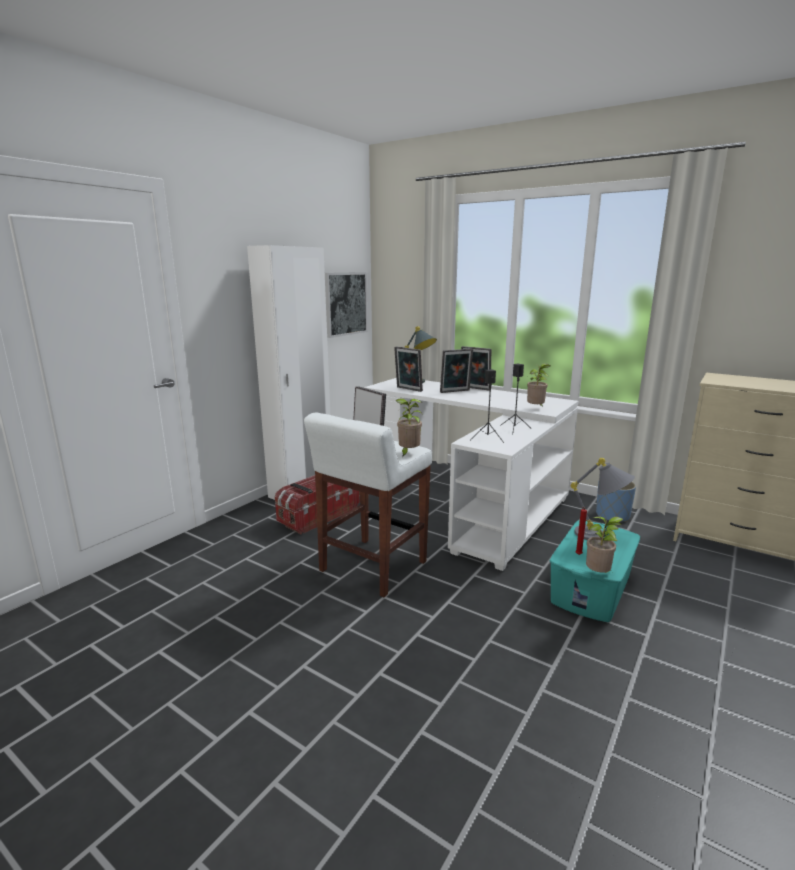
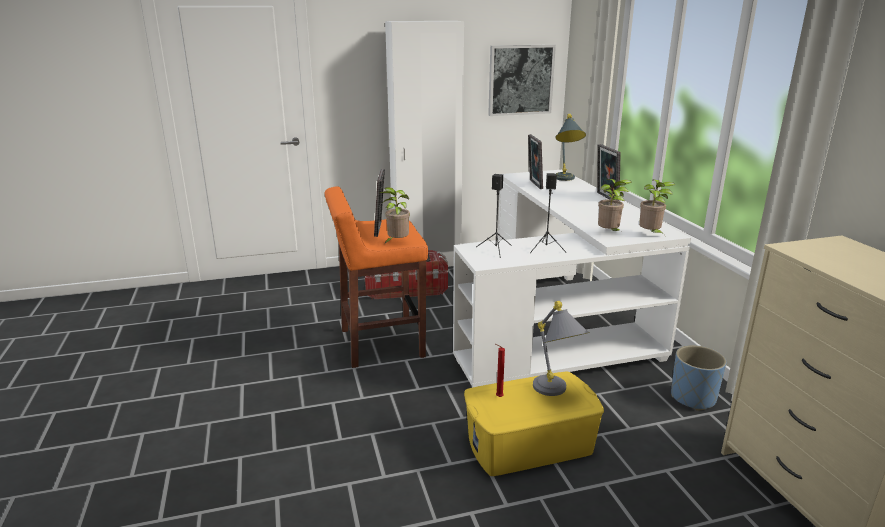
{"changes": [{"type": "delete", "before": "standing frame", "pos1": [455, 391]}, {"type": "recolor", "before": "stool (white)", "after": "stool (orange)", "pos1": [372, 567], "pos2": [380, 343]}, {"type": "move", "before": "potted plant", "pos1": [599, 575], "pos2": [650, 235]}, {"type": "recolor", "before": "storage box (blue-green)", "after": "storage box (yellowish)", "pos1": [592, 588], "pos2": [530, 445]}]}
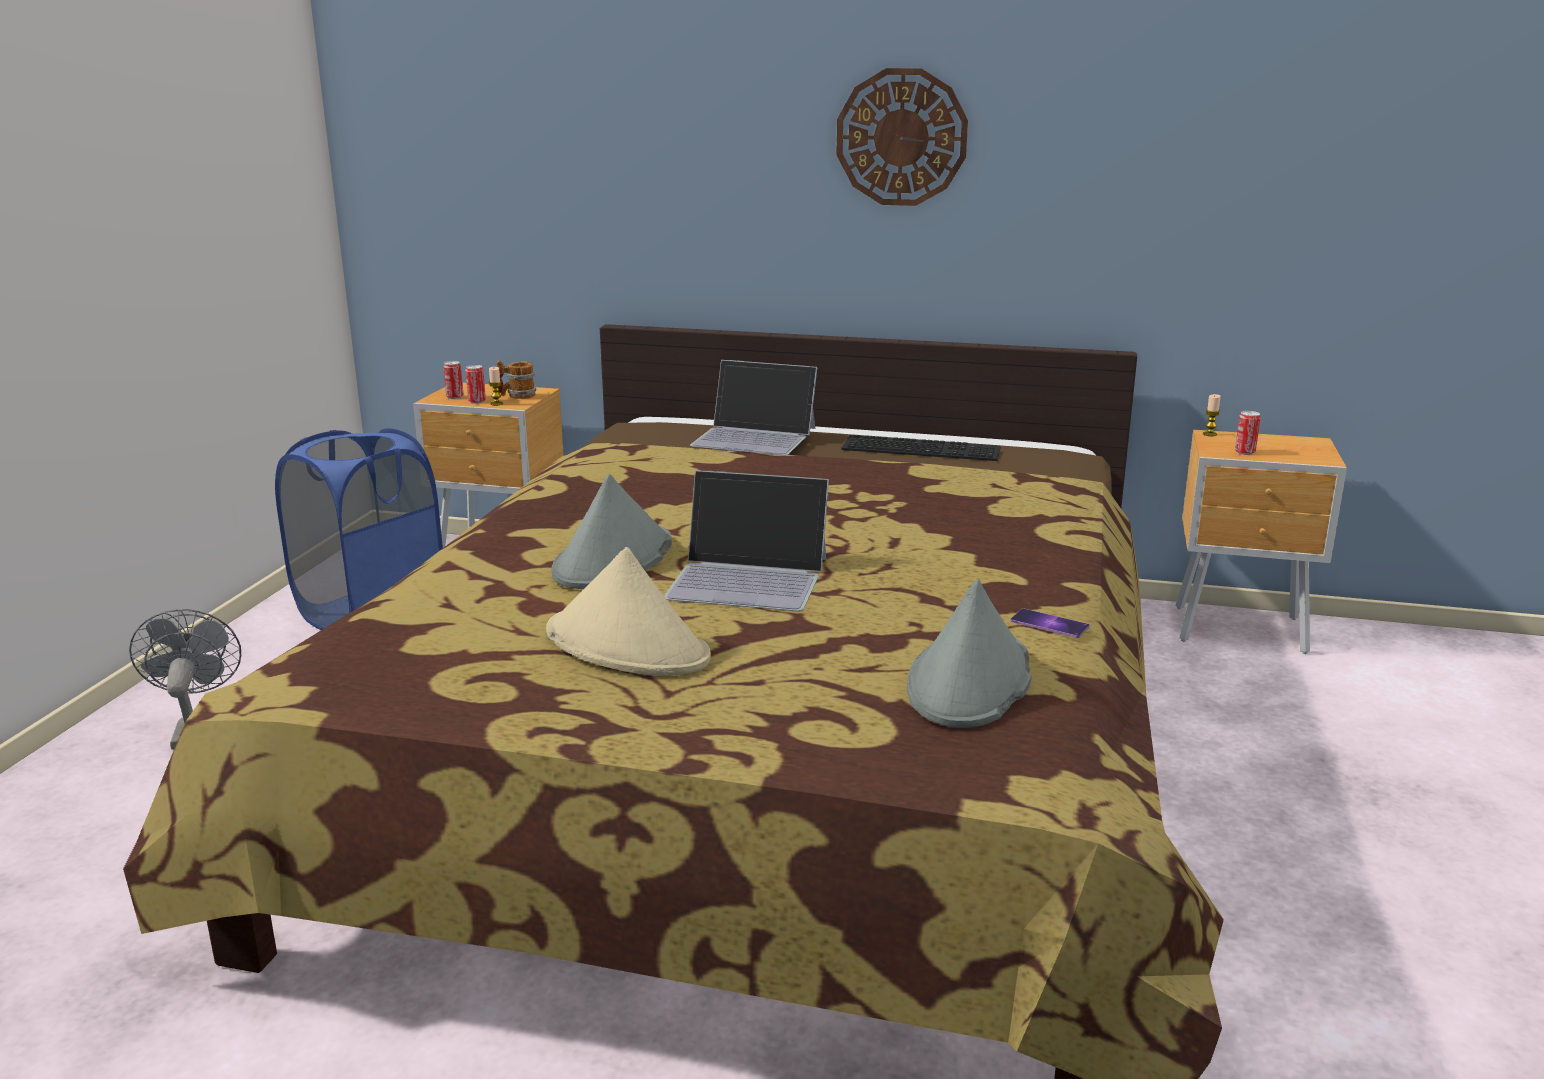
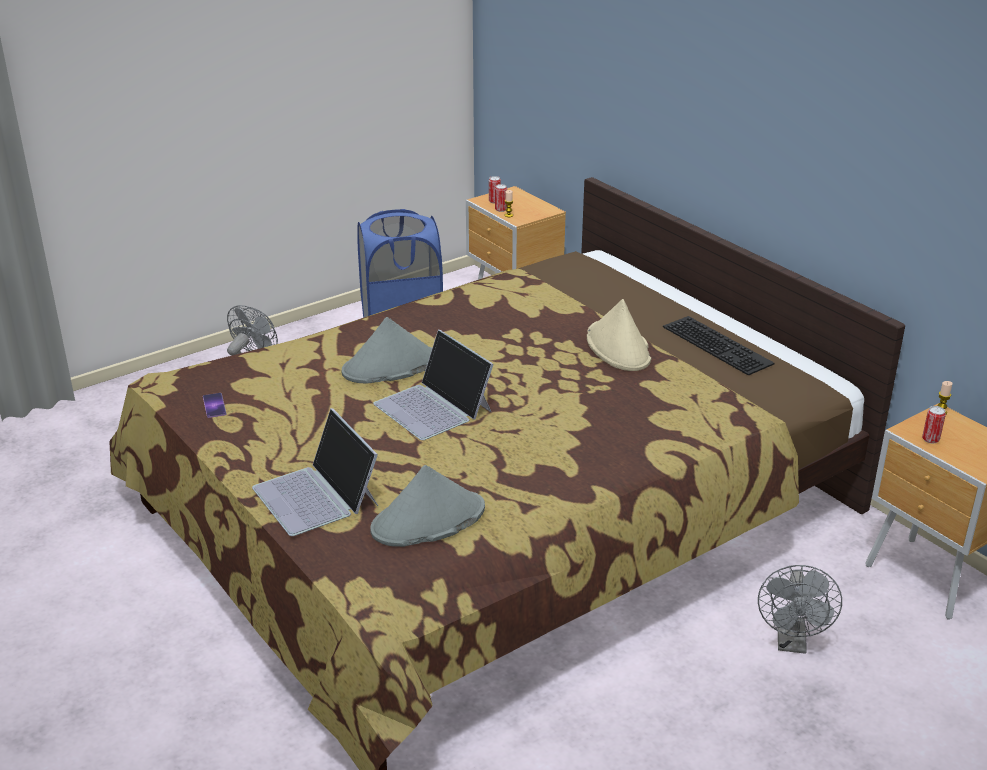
{"changes": [{"type": "delete", "before": "wall clock", "pos1": [901, 137]}, {"type": "delete", "before": "tea mug", "pos1": [516, 396]}, {"type": "move", "before": "portable computer", "pos1": [755, 437], "pos2": [317, 496]}, {"type": "move", "before": "wearable hat (sand-coloured)", "pos1": [628, 646], "pos2": [618, 347]}, {"type": "move", "before": "handset", "pos1": [1049, 624], "pos2": [214, 405]}, {"type": "insert", "after": "cooling fan (greyish)", "pos2": [792, 643]}]}
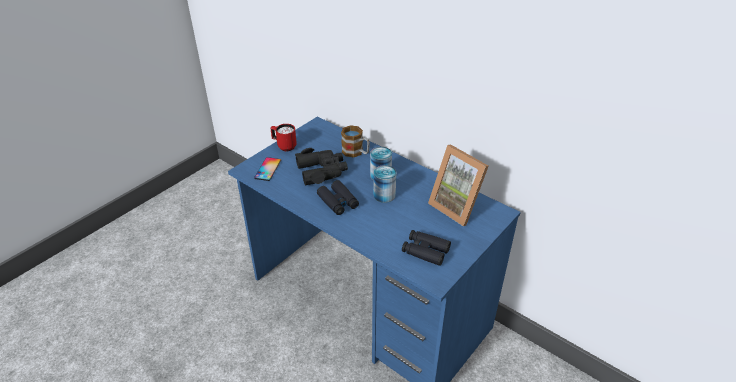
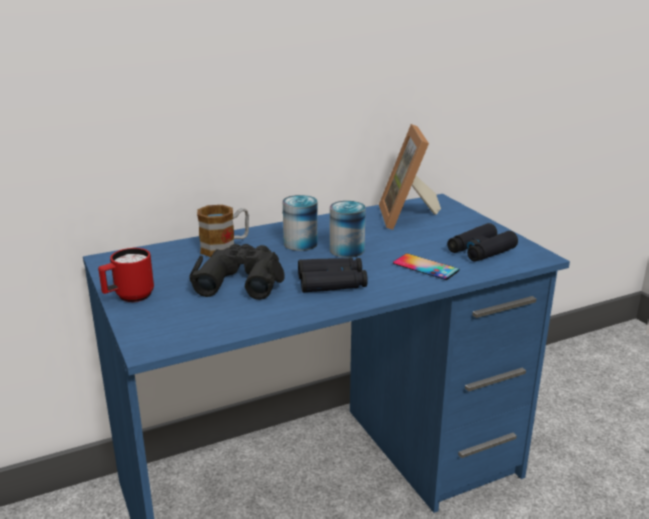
{"changes": [{"type": "rotate", "before": "standing frame", "pos1": [457, 206], "pos2": [408, 217], "turn": 105}, {"type": "move", "before": "handset", "pos1": [268, 169], "pos2": [425, 267]}]}
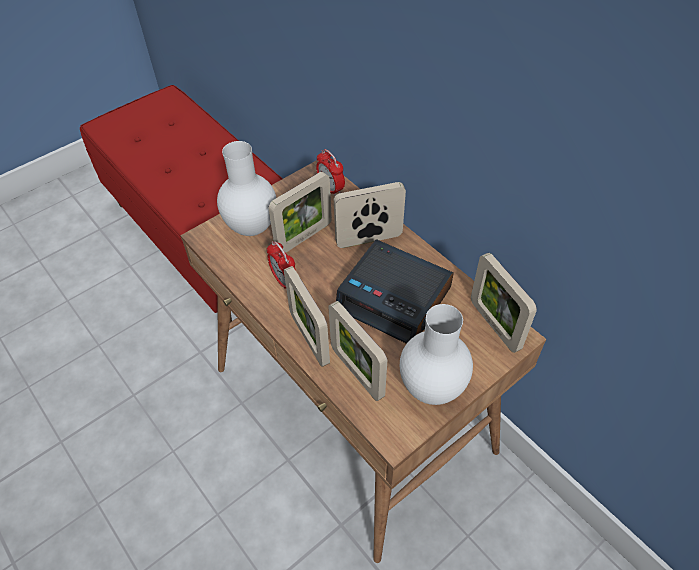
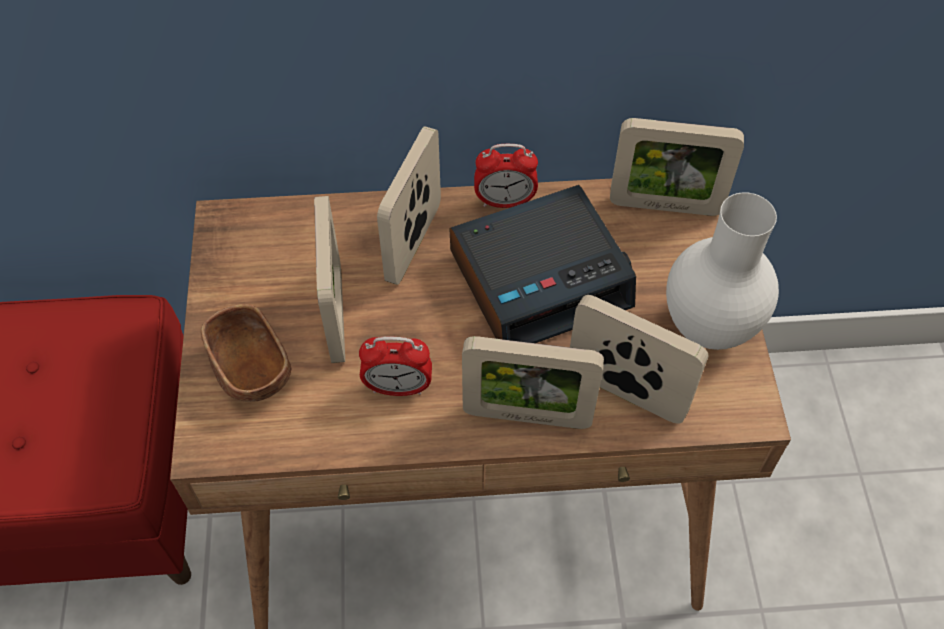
{"changes": [{"type": "replace", "before": "decorative vase (white)", "after": "bowl (brown-coloured)", "pos1": [251, 227], "pos2": [251, 370]}, {"type": "move", "before": "bedside clock", "pos1": [331, 189], "pos2": [505, 201]}, {"type": "rotate", "before": "standing frame", "pos1": [357, 372], "pos2": [625, 393], "turn": -150}]}
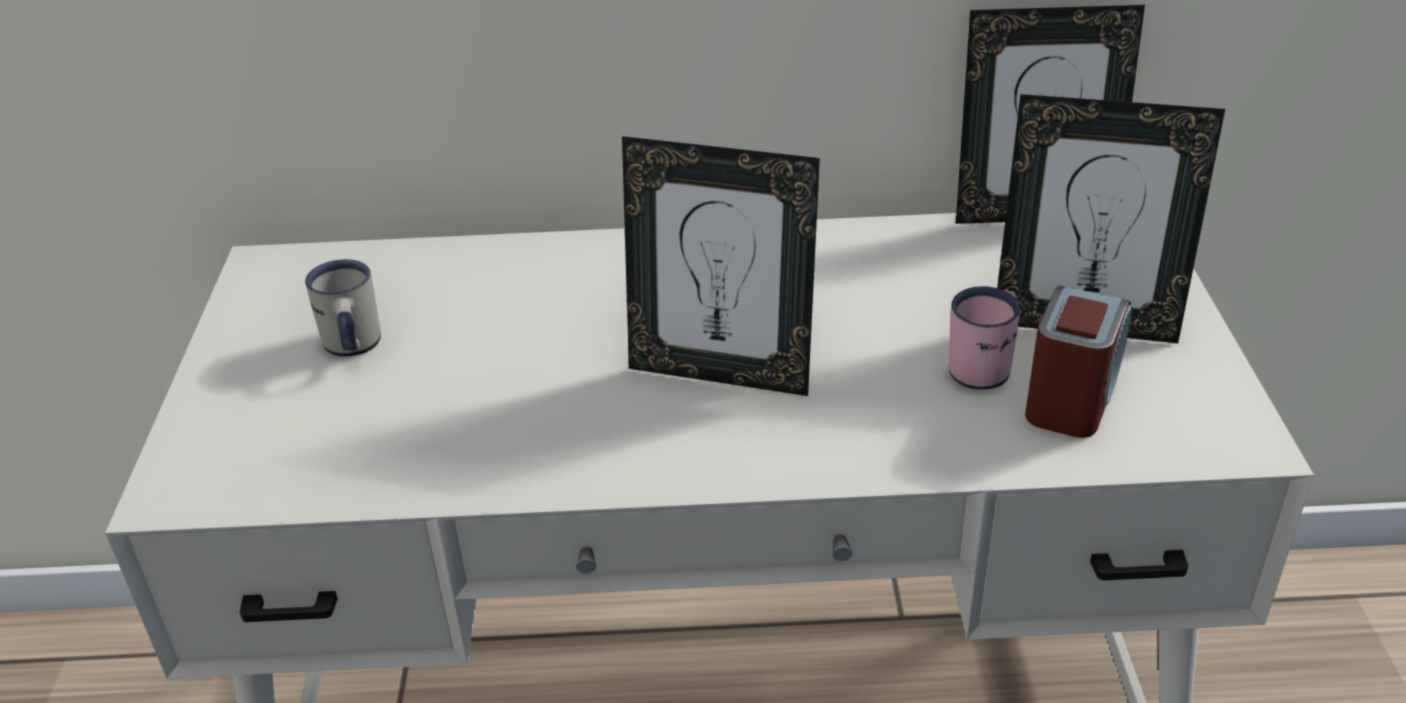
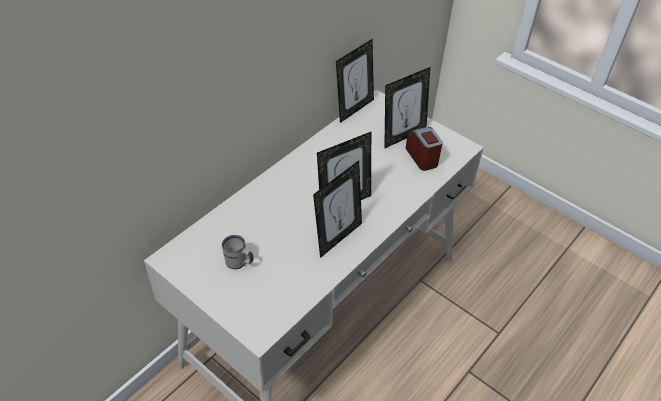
{"changes": [{"type": "delete", "before": "tea mug (pink)", "pos1": [986, 366]}, {"type": "insert", "after": "standing frame", "pos2": [337, 237]}]}
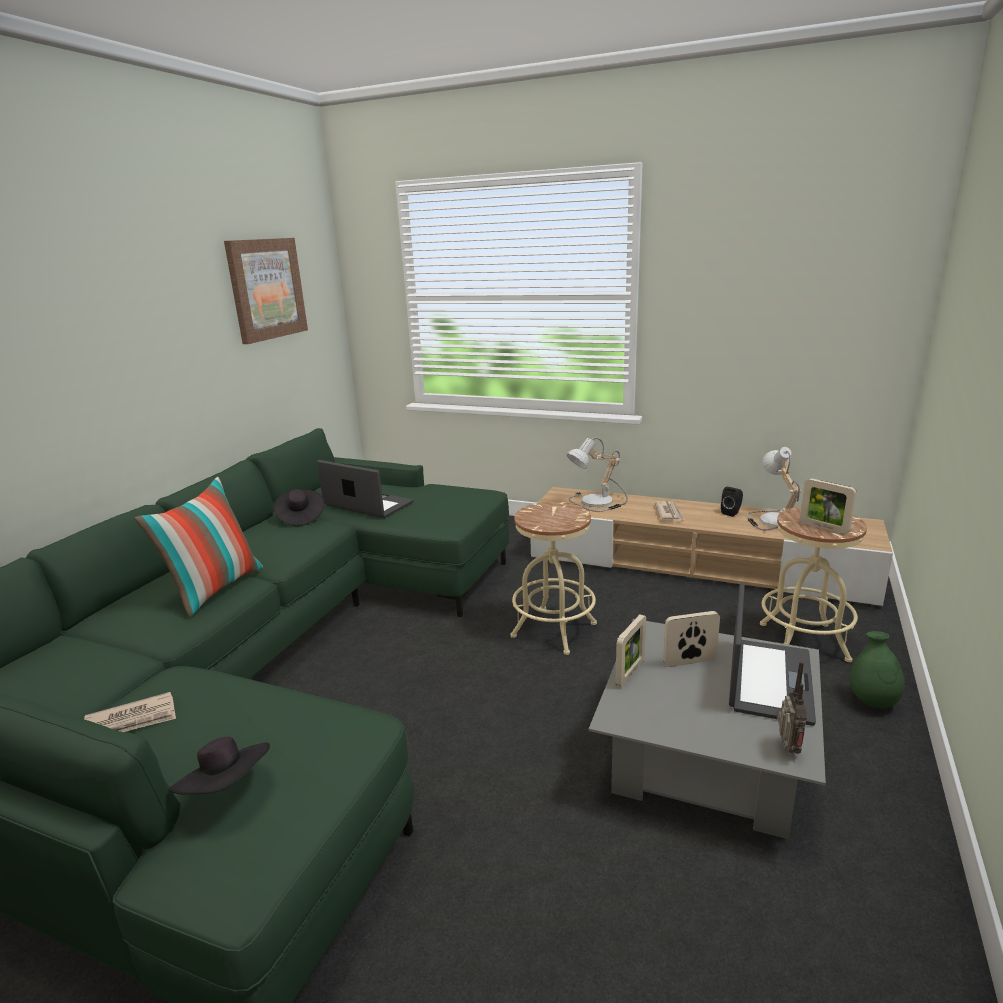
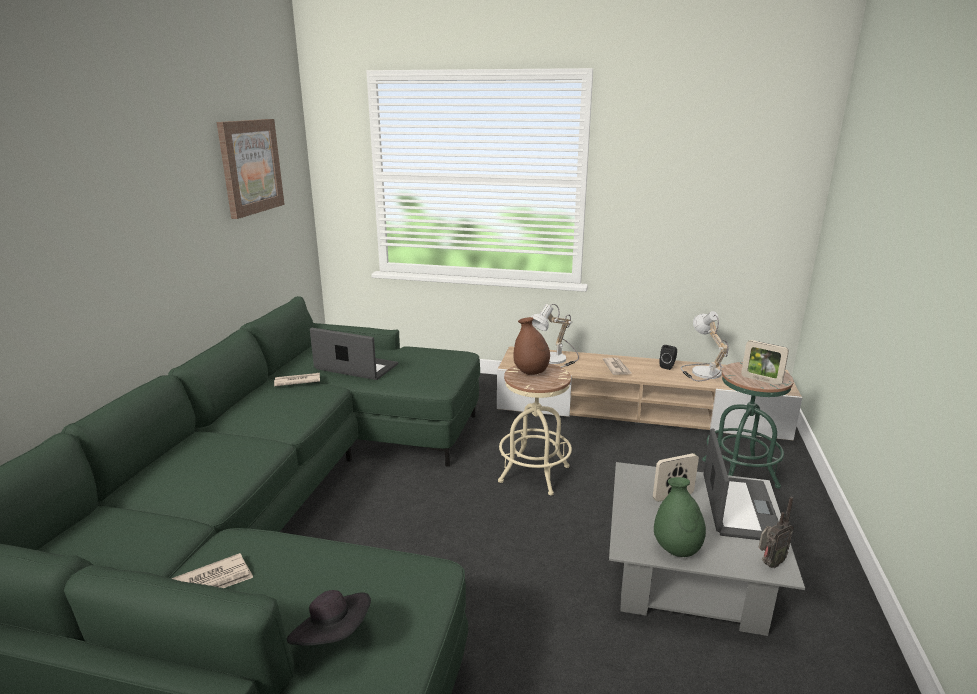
{"changes": [{"type": "delete", "before": "pillow", "pos1": [215, 589]}, {"type": "replace", "before": "wearable hat (blackish)", "after": "printed paper", "pos1": [300, 517], "pos2": [297, 381]}, {"type": "recolor", "before": "stool (sand-coloured)", "after": "stool (green-coloured)", "pos1": [803, 642], "pos2": [739, 473]}, {"type": "delete", "before": "standing frame", "pos1": [630, 673]}, {"type": "move", "before": "decorative vase (green-coloured)", "pos1": [872, 702], "pos2": [676, 550]}, {"type": "rotate", "before": "radio receiver", "pos1": [786, 749], "pos2": [769, 563], "turn": 60}, {"type": "insert", "after": "decorative vase (brown-coloured)", "pos2": [531, 373]}]}
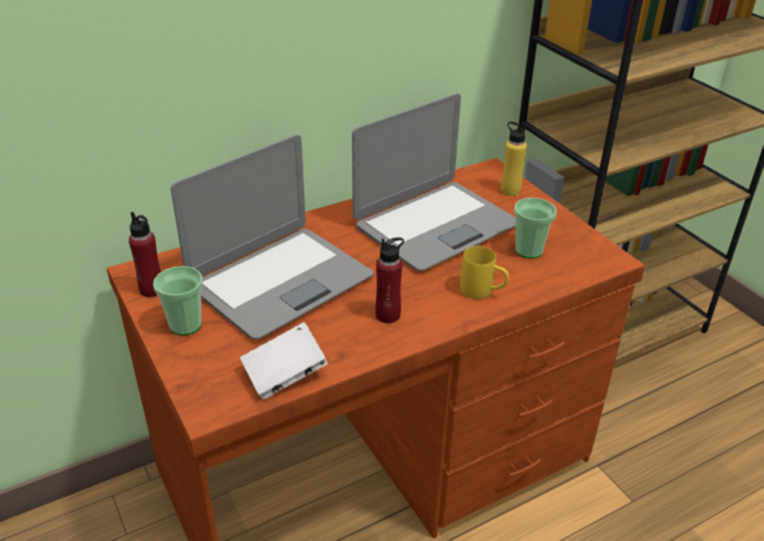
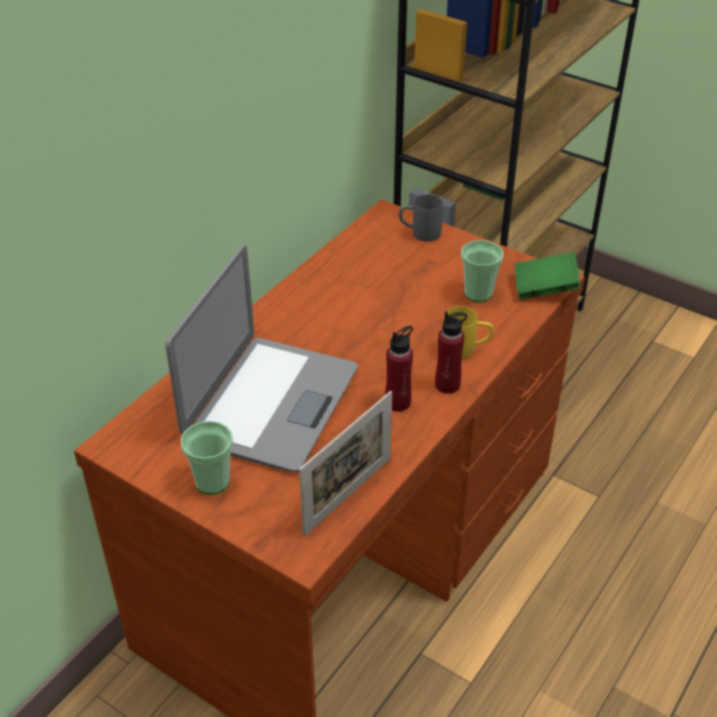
{"changes": [{"type": "delete", "before": "portable computer", "pos1": [435, 226]}, {"type": "replace", "before": "drink bottle (yellowish)", "after": "tea mug (greyish)", "pos1": [510, 191], "pos2": [419, 233]}, {"type": "move", "before": "drink bottle (red)", "pos1": [152, 290], "pos2": [447, 385]}, {"type": "replace", "before": "volume (white)", "after": "standing frame", "pos1": [284, 375], "pos2": [348, 495]}, {"type": "insert", "after": "volume (green-coloured)", "pos2": [544, 289]}]}
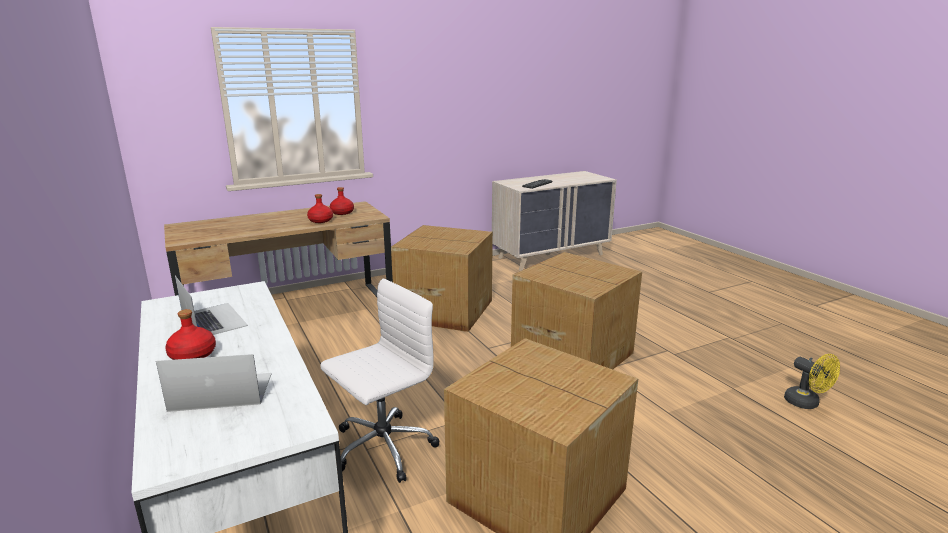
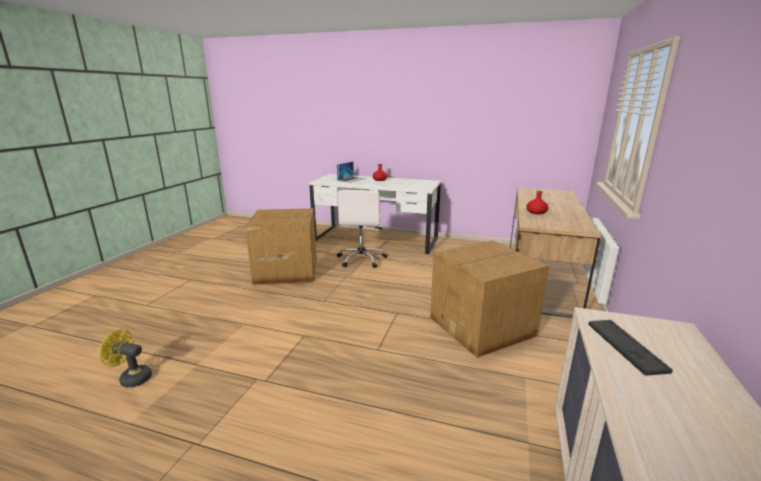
{"changes": [{"type": "delete", "before": "drink bottle (red)", "pos1": [342, 212]}, {"type": "delete", "before": "cardboard box", "pos1": [571, 354]}, {"type": "delete", "before": "portable computer", "pos1": [214, 320]}]}
